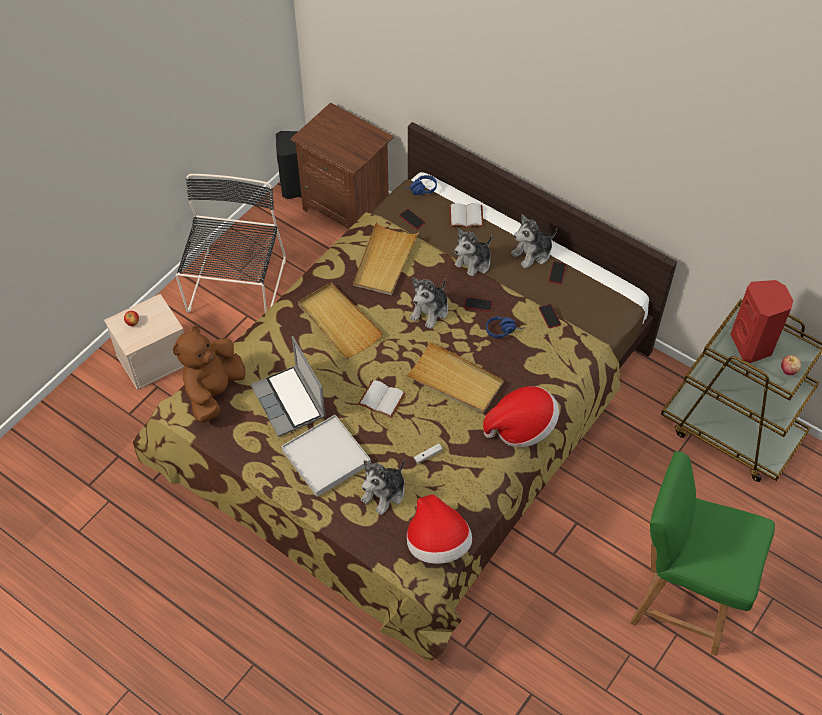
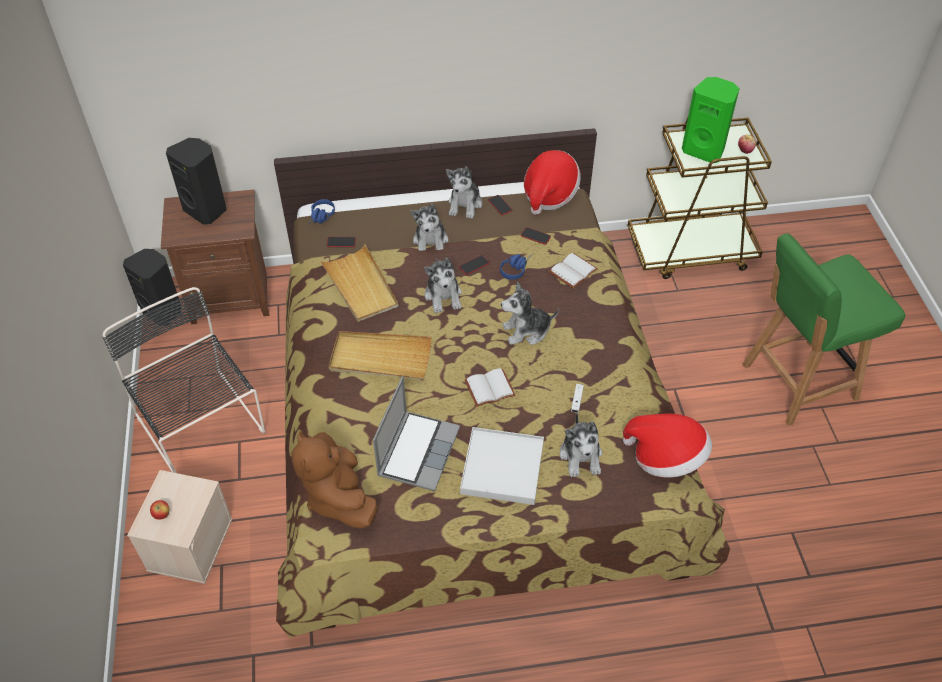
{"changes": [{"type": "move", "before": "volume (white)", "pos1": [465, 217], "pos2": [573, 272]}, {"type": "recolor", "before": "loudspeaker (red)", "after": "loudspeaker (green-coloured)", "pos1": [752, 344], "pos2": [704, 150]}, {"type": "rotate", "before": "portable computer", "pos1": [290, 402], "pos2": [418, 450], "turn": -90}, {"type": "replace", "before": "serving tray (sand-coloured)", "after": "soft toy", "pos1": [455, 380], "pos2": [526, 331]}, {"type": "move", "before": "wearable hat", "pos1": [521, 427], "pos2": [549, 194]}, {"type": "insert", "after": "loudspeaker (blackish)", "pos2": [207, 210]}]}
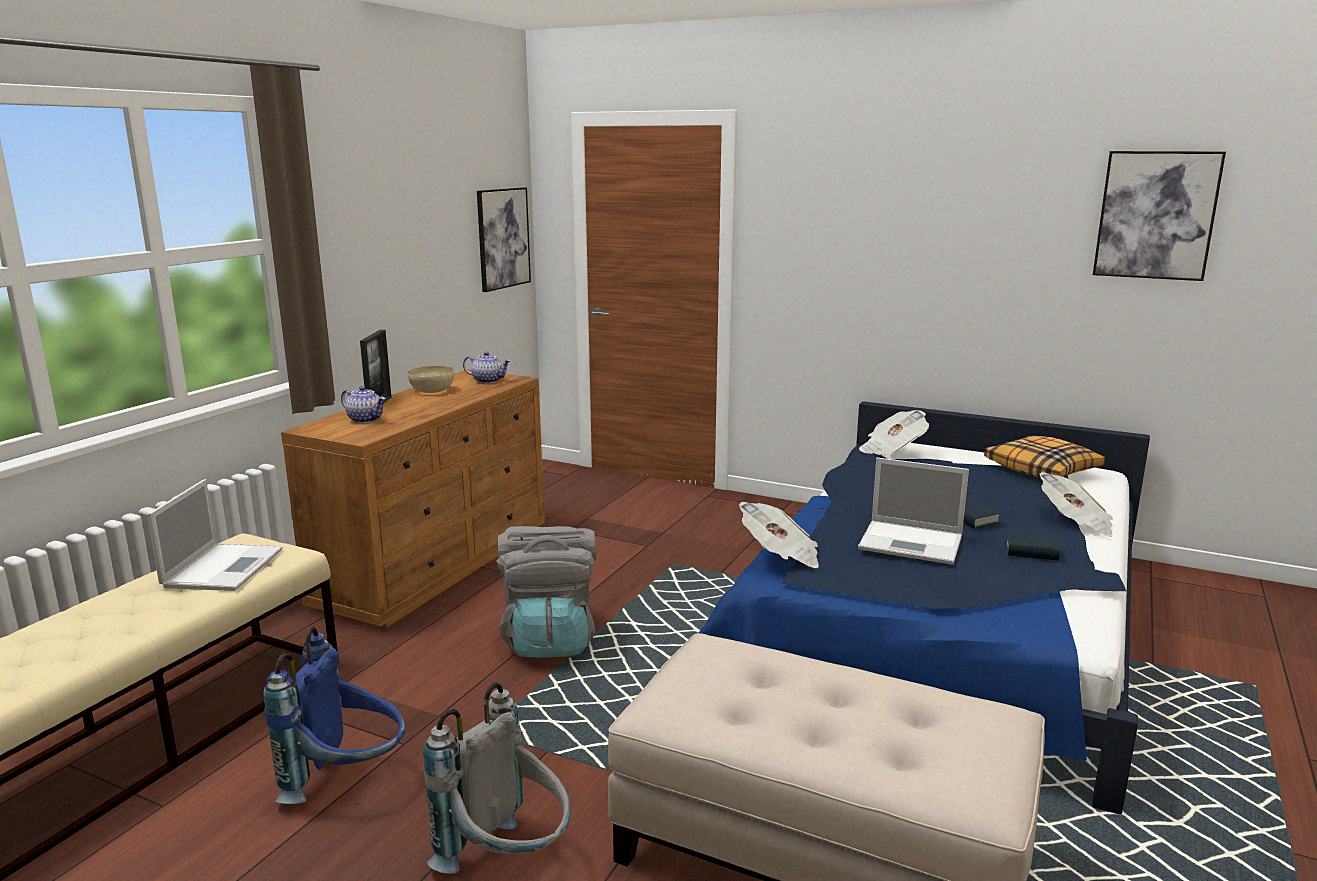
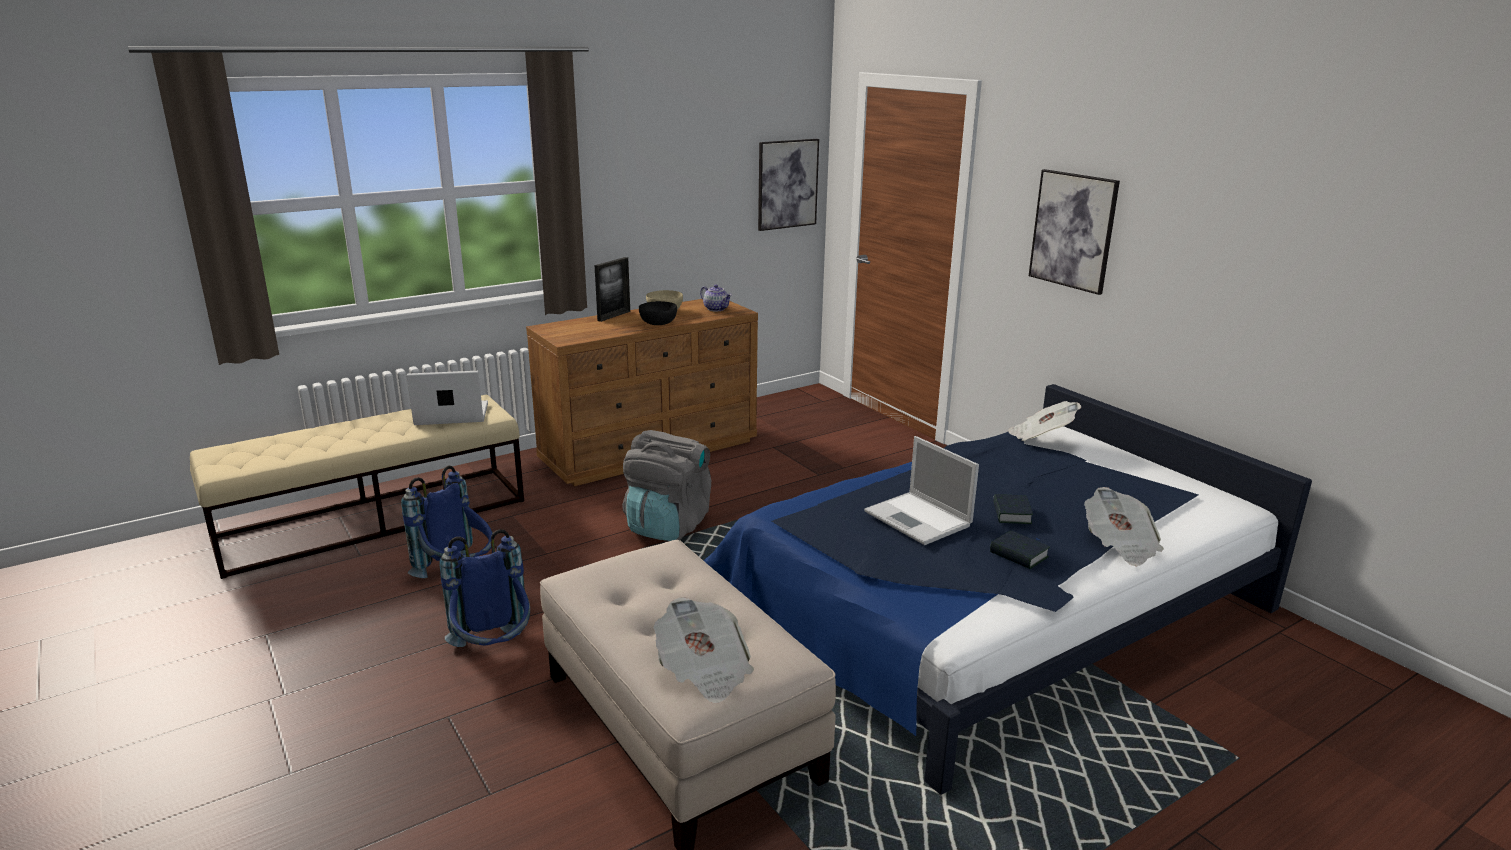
{"changes": [{"type": "move", "before": "picture", "pos1": [1156, 215], "pos2": [1073, 230]}, {"type": "delete", "before": "pot for tea", "pos1": [366, 419]}, {"type": "delete", "before": "pillow", "pos1": [1042, 469]}, {"type": "rotate", "before": "portable computer", "pos1": [224, 567], "pos2": [450, 415], "turn": -135}, {"type": "move", "before": "printed paper", "pos1": [780, 555], "pos2": [704, 671]}, {"type": "recolor", "before": "knapsack (greyish)", "after": "knapsack (blue)", "pos1": [508, 861], "pos2": [494, 653]}, {"type": "insert", "after": "bowl (blackish)", "pos2": [658, 323]}]}
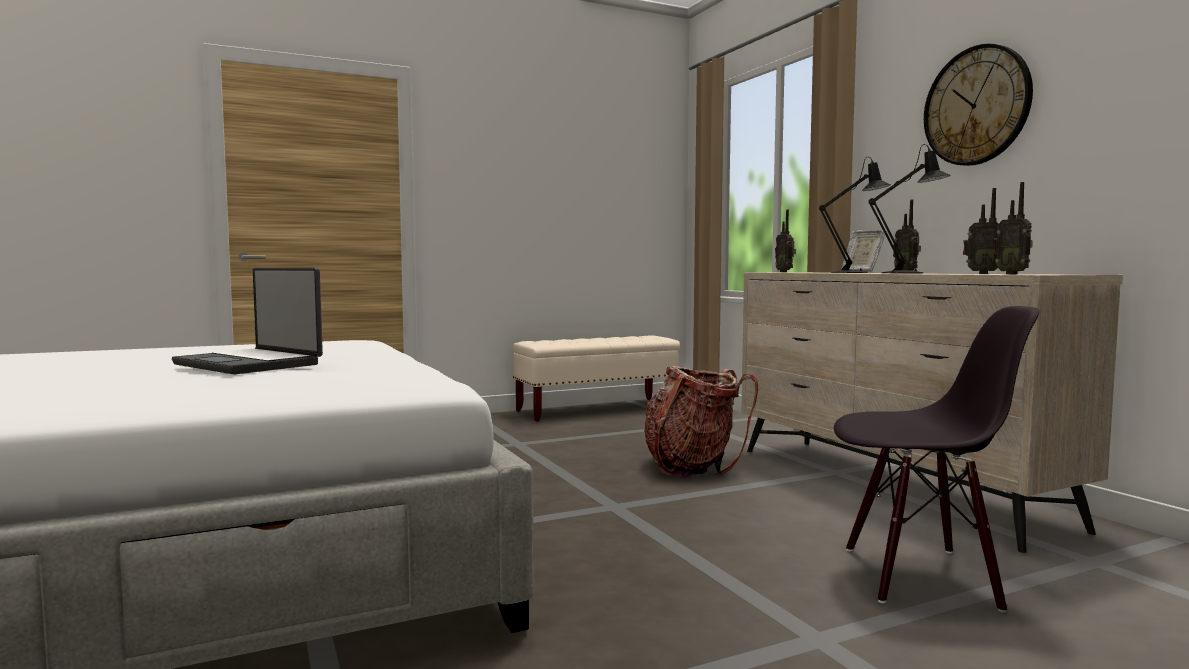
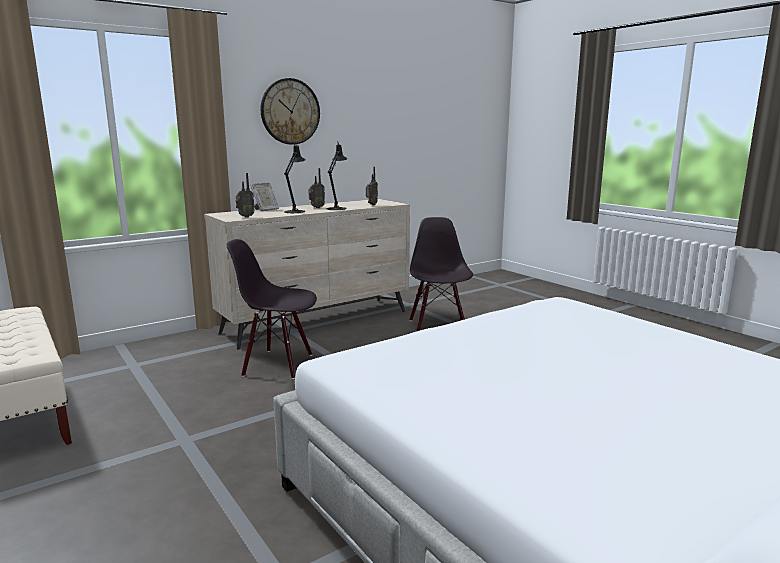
{"changes": [{"type": "delete", "before": "radio receiver", "pos1": [1012, 274]}, {"type": "delete", "before": "portable computer", "pos1": [250, 364]}, {"type": "replace", "before": "knapsack", "after": "upright chair (blackish)", "pos1": [692, 466], "pos2": [278, 364]}]}
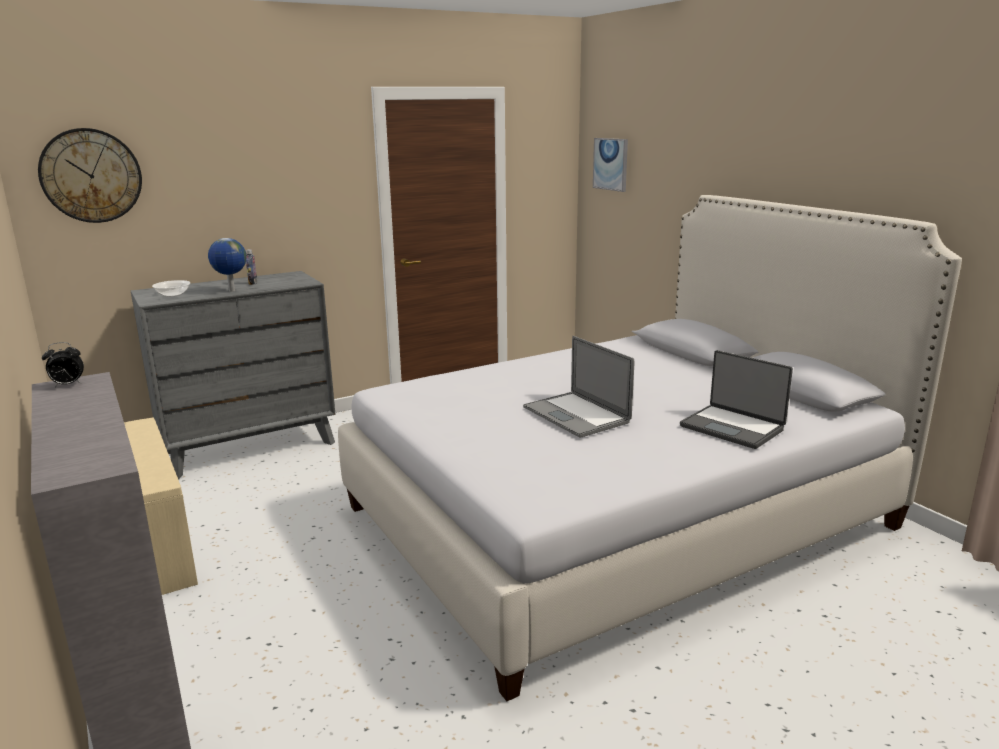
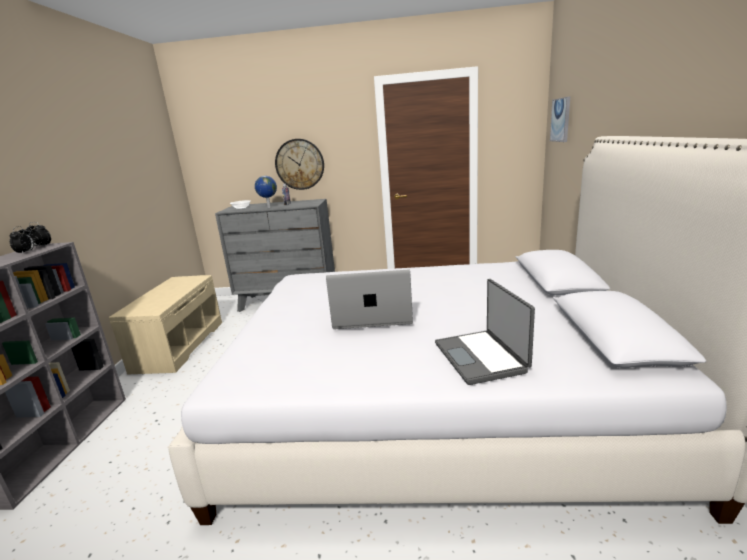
{"changes": [{"type": "move", "before": "wall clock", "pos1": [91, 175], "pos2": [299, 164]}, {"type": "rotate", "before": "portable computer", "pos1": [576, 414], "pos2": [372, 316], "turn": 90}, {"type": "insert", "after": "bedside clock", "pos2": [26, 252]}]}
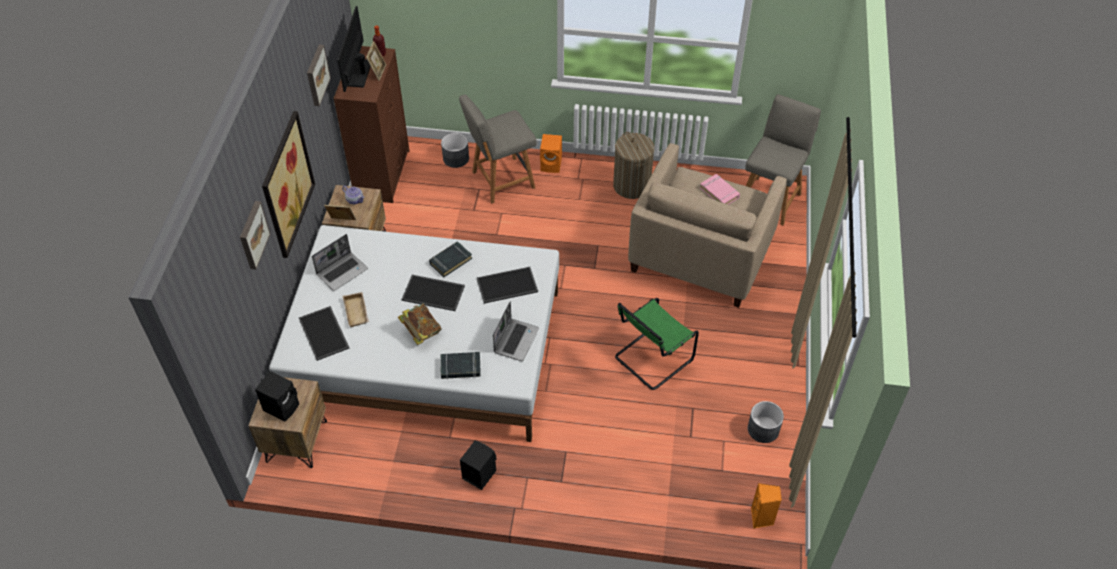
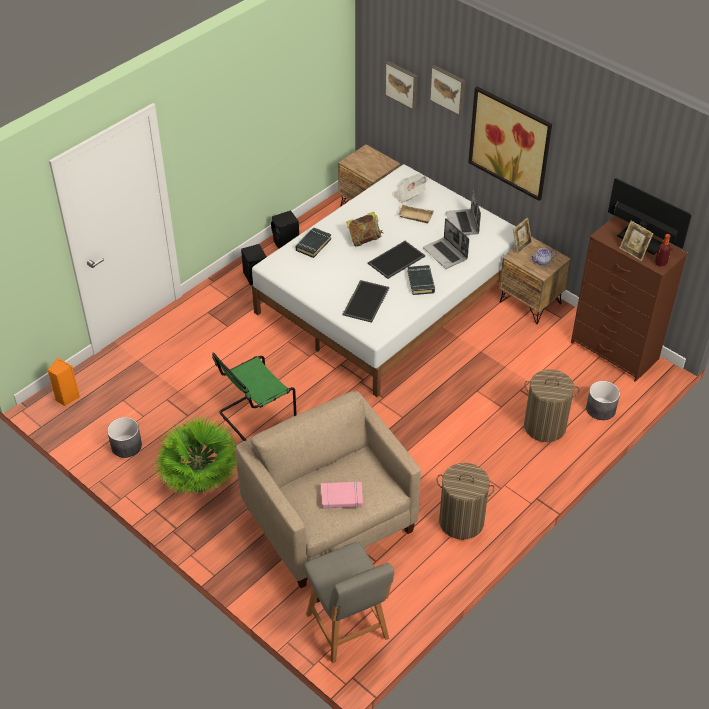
{"changes": [{"type": "move", "before": "picture", "pos1": [316, 75], "pos2": [402, 84]}, {"type": "replace", "before": "upright chair (greyish)", "after": "laundry basket", "pos1": [501, 180], "pos2": [545, 426]}, {"type": "delete", "before": "loudspeaker (orange)", "pos1": [552, 165]}, {"type": "rotate", "before": "upright chair (green-coloured)", "pos1": [651, 359], "pos2": [254, 417], "turn": -120}, {"type": "move", "before": "portable computer", "pos1": [516, 340], "pos2": [446, 254]}, {"type": "replace", "before": "serving tray", "after": "printed paper", "pos1": [325, 333], "pos2": [409, 195]}, {"type": "move", "before": "loudspeaker (blackish)", "pos1": [282, 406], "pos2": [286, 243]}, {"type": "insert", "after": "potted plant", "pos2": [200, 483]}]}
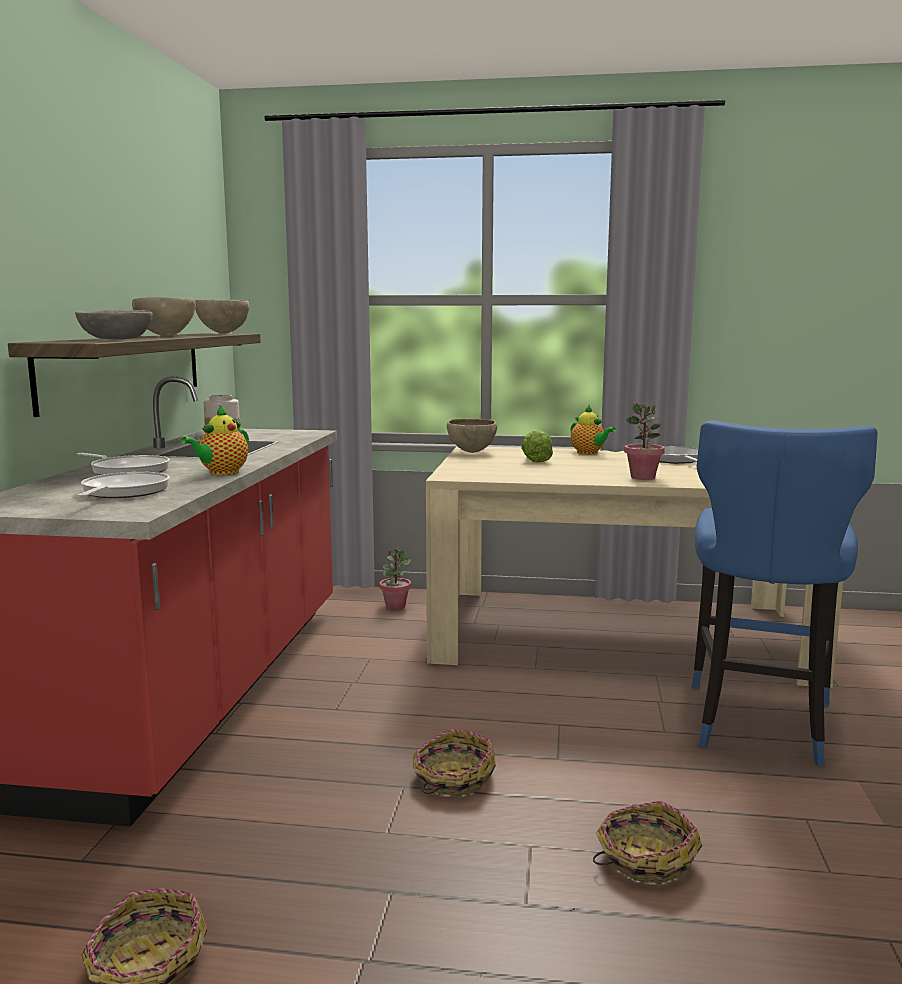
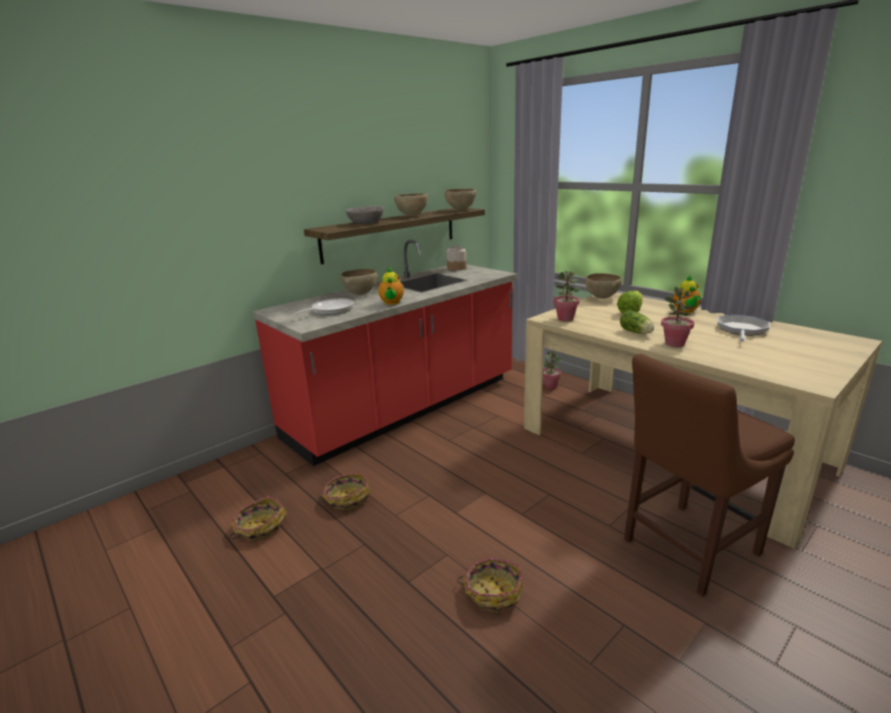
{"changes": [{"type": "rotate", "before": "pot for tea", "pos1": [221, 473], "pos2": [391, 303], "turn": -75}, {"type": "replace", "before": "stool (blue)", "after": "upright chair (brown-coloured)", "pos1": [758, 723], "pos2": [685, 548]}, {"type": "replace", "before": "skillet", "after": "bowl (brown-coloured)", "pos1": [128, 470], "pos2": [360, 294]}, {"type": "move", "before": "basket", "pos1": [453, 778], "pos2": [346, 498]}, {"type": "insert", "after": "potted plant", "pos2": [565, 319]}, {"type": "insert", "after": "lettuce", "pos2": [636, 332]}]}
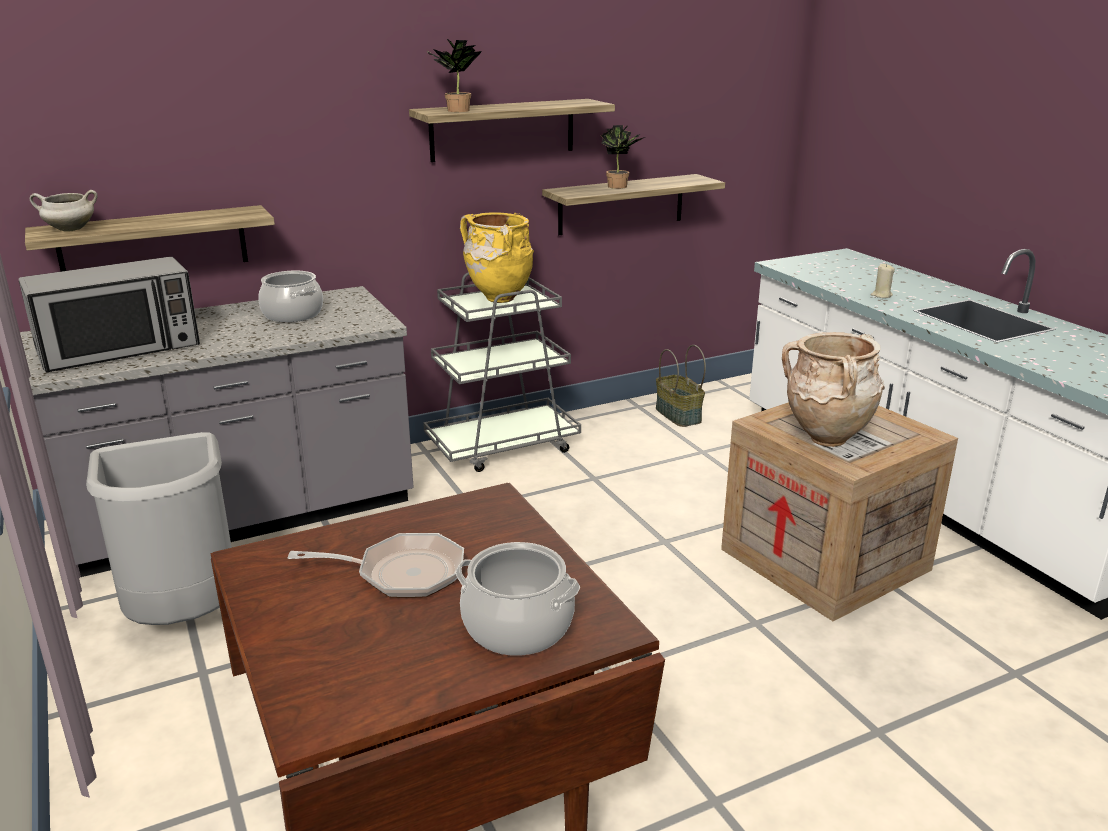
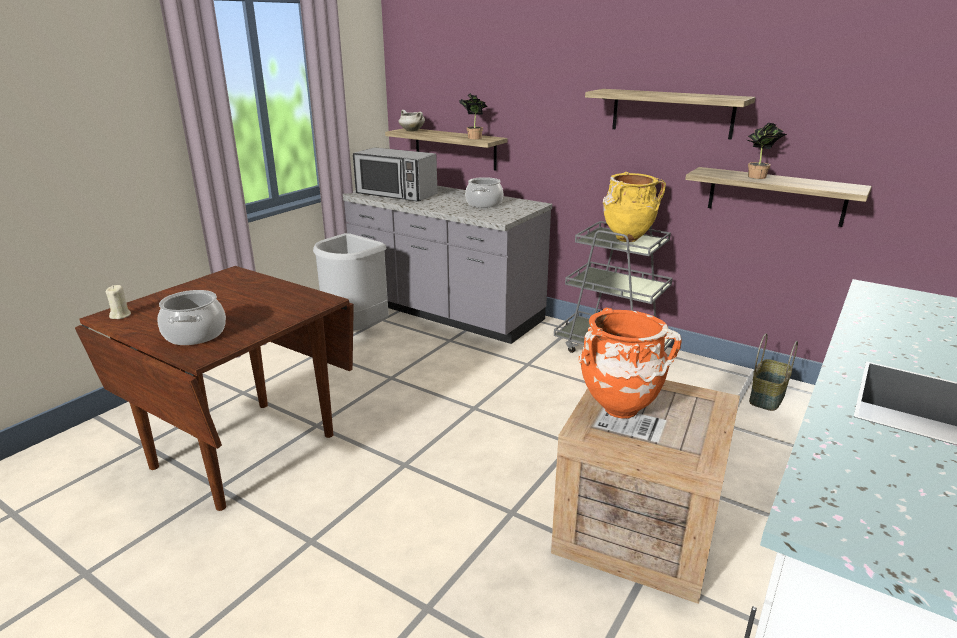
{"changes": [{"type": "move", "before": "potted plant", "pos1": [455, 111], "pos2": [473, 138]}, {"type": "move", "before": "candle (sand-coloured)", "pos1": [881, 295], "pos2": [120, 315]}, {"type": "recolor", "before": "decorative vase (sand-coloured)", "after": "decorative vase (orange)", "pos1": [826, 441], "pos2": [617, 410]}, {"type": "delete", "before": "skillet", "pos1": [402, 573]}]}
